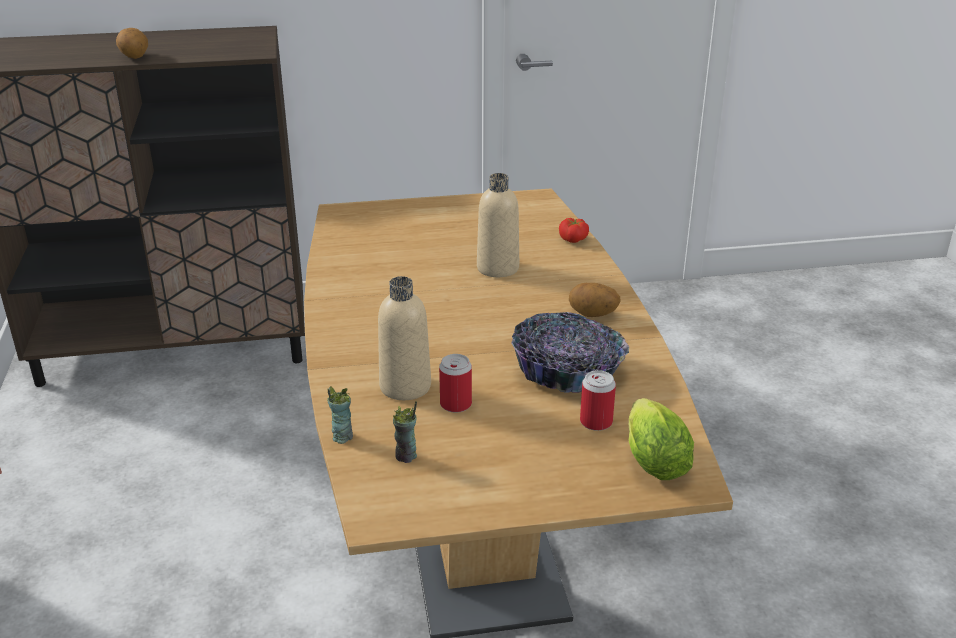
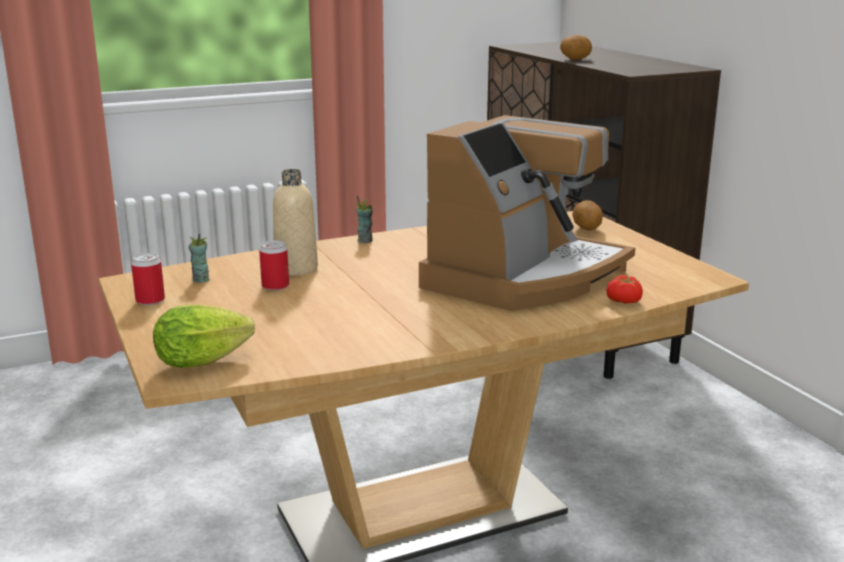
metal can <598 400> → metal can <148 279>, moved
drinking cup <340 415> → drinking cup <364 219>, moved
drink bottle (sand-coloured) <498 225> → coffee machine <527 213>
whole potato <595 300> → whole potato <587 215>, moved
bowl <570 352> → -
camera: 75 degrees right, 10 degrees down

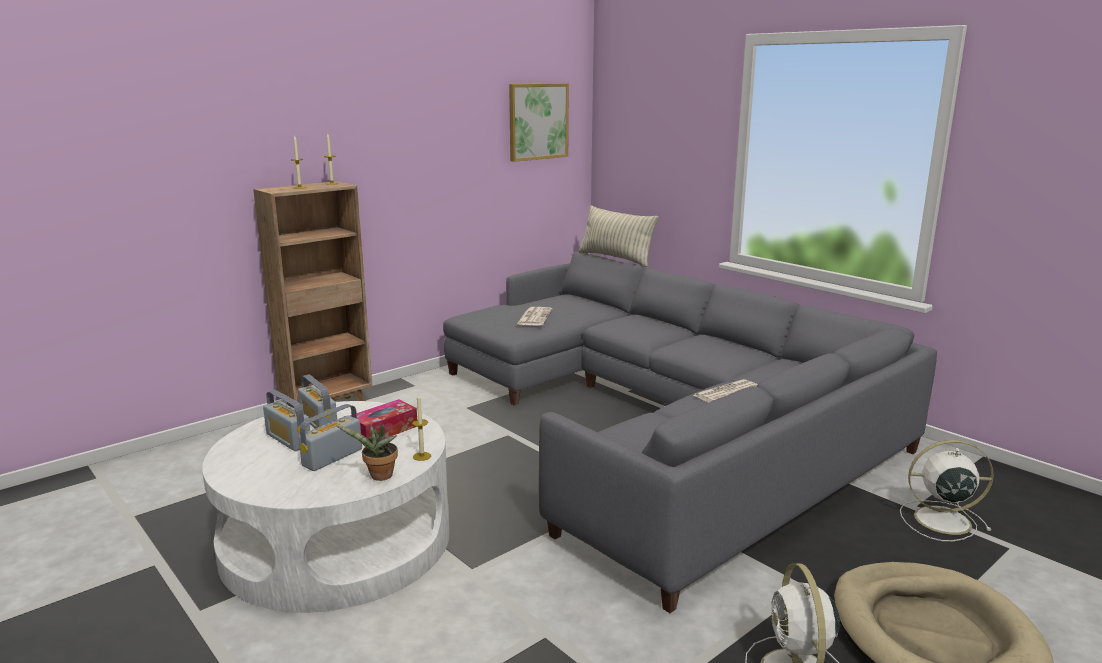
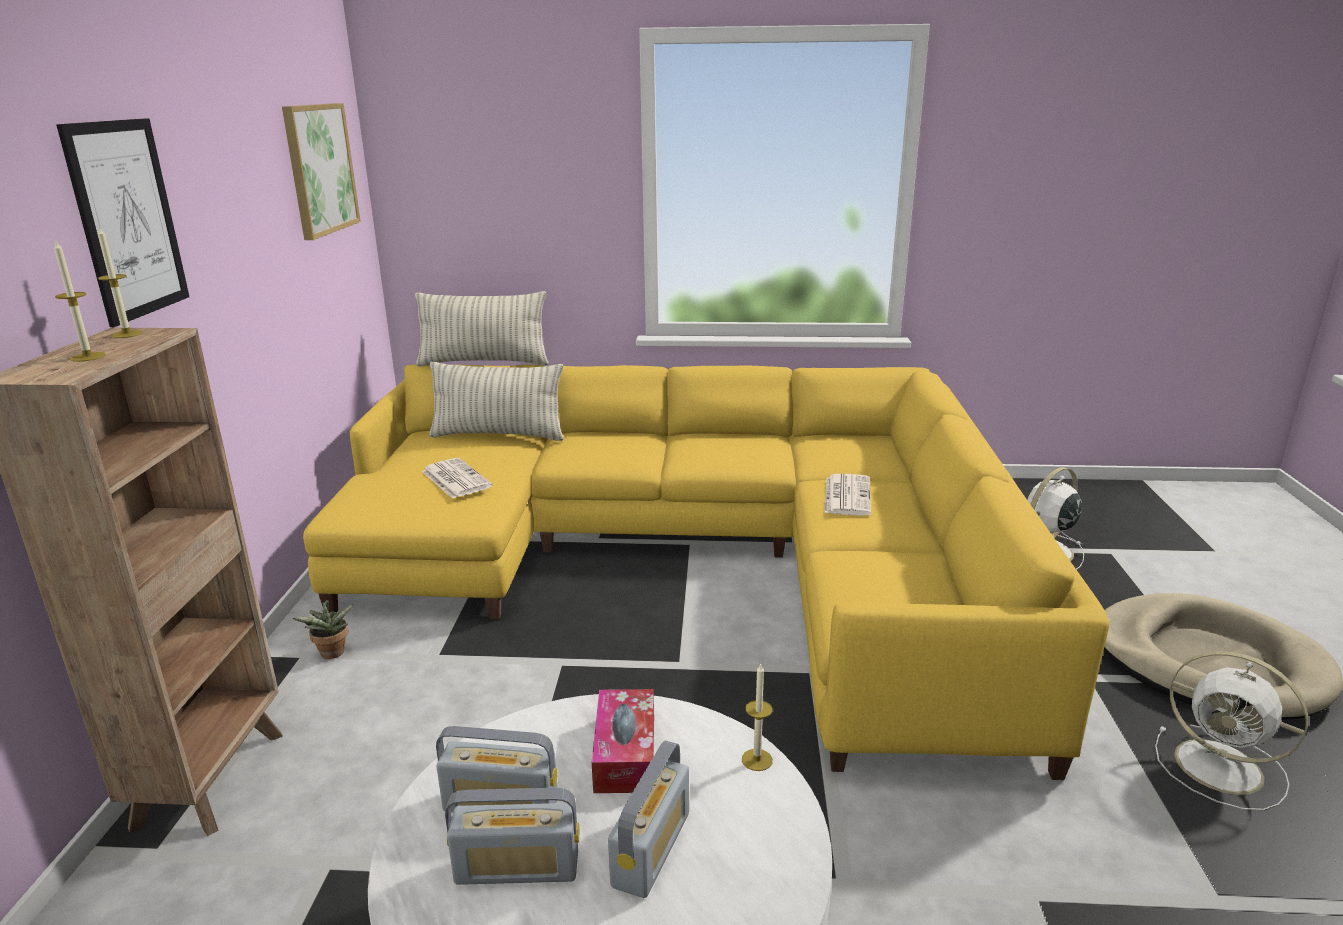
- → wall picture <122 222>
houseplant <367 451> → houseplant <322 629>, moved
settee (grey) <690 432> → settee (yellowish) <706 572>
- → cushion <496 401>
radio receiver <330 437> → radio receiver <648 819>, 150 degrees counterclockwise
camera: 45 degrees left, 5 degrees up

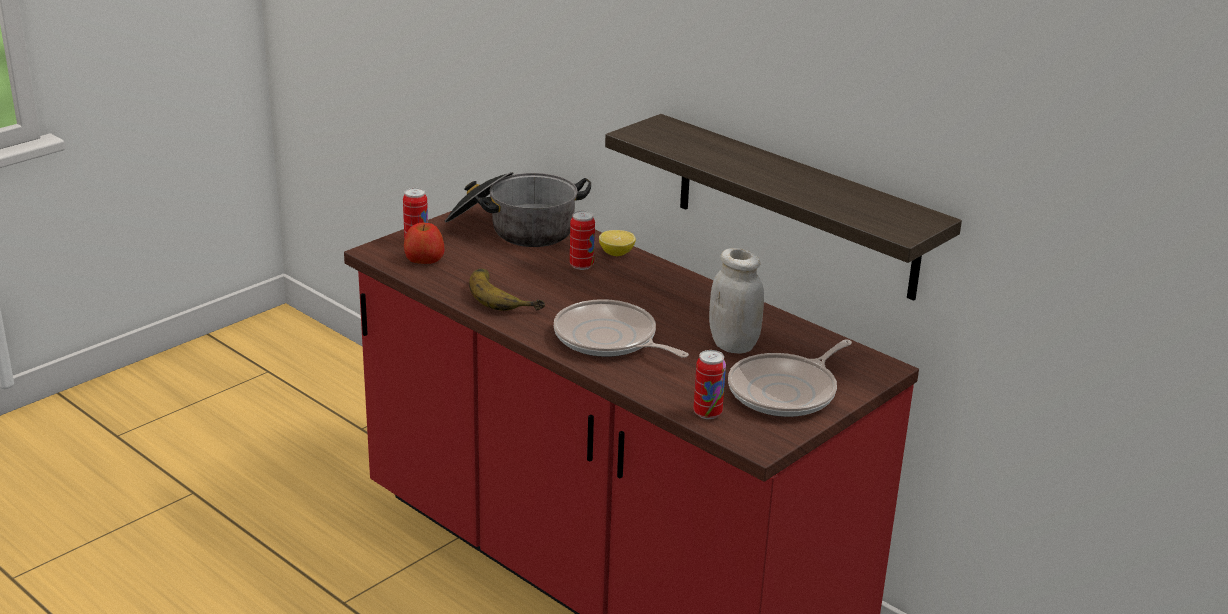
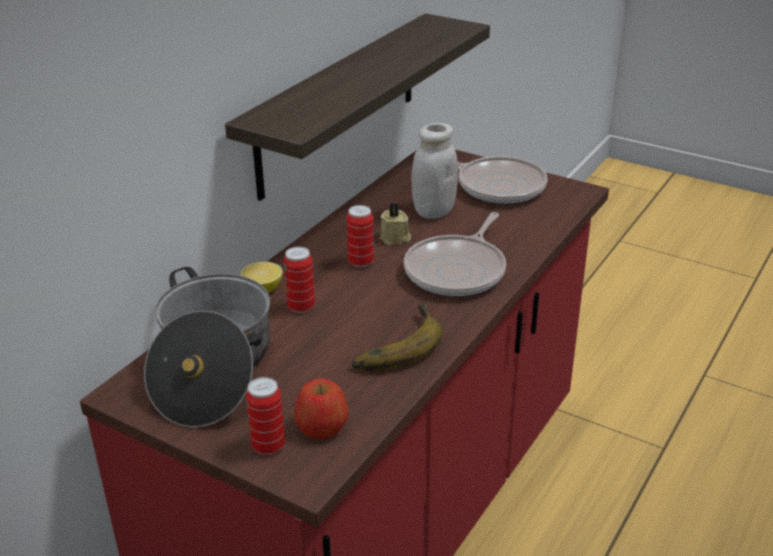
metal can <710 384> → metal can <360 236>, moved
- → wax candle (sand-coloured) <395 224>
camera: 100 degrees left, 5 degrees up

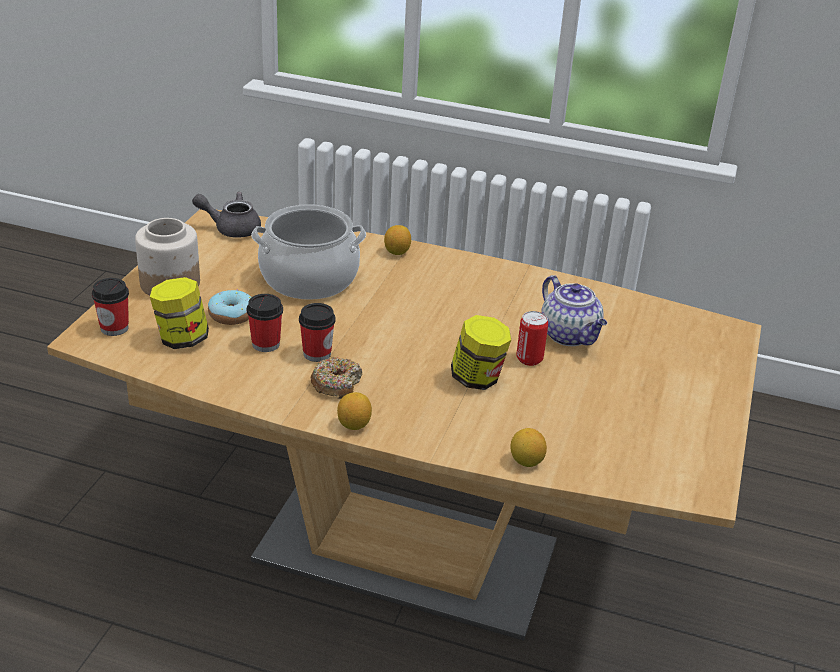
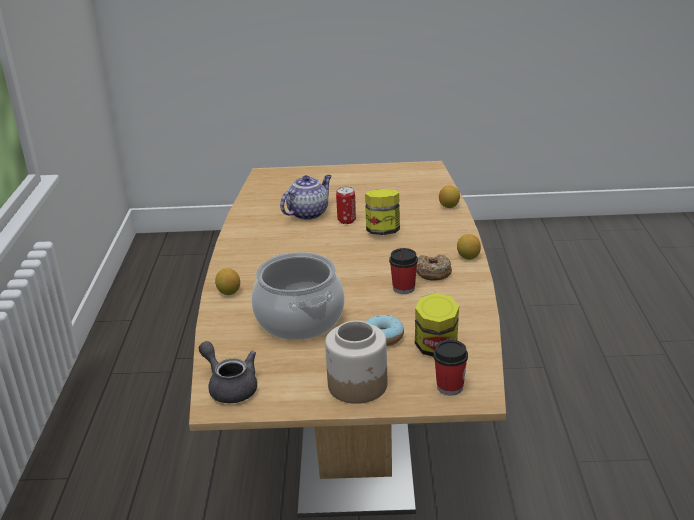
tea pot (grey) <226 215> → tea pot (grey) <228 372>, 150 degrees clockwise
drinking cup <265 323> → -
camera: 105 degrees left, 5 degrees down

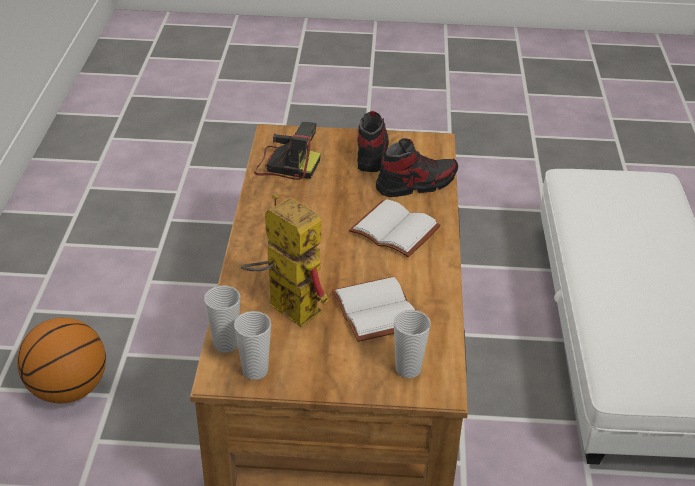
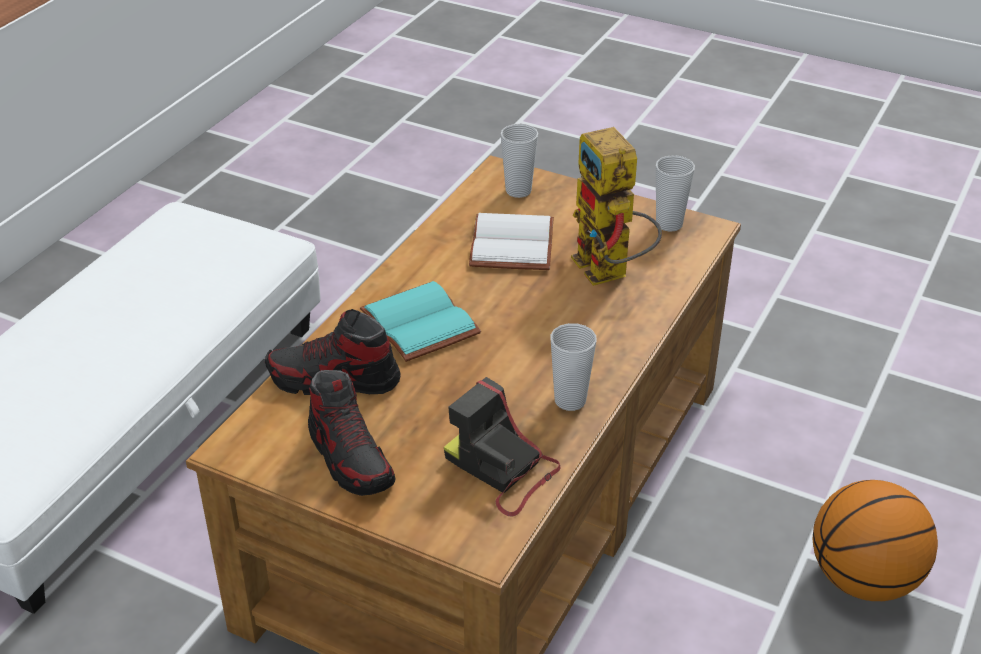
low shoe <373 141> → low shoe <351 433>, 60 degrees counterclockwise
volume (whitish) <395 228> → volume (turquoise) <420 321>
drinking cup <222 319> → drinking cup <574 367>, moved
camera: 155 degrees left, 0 degrees up

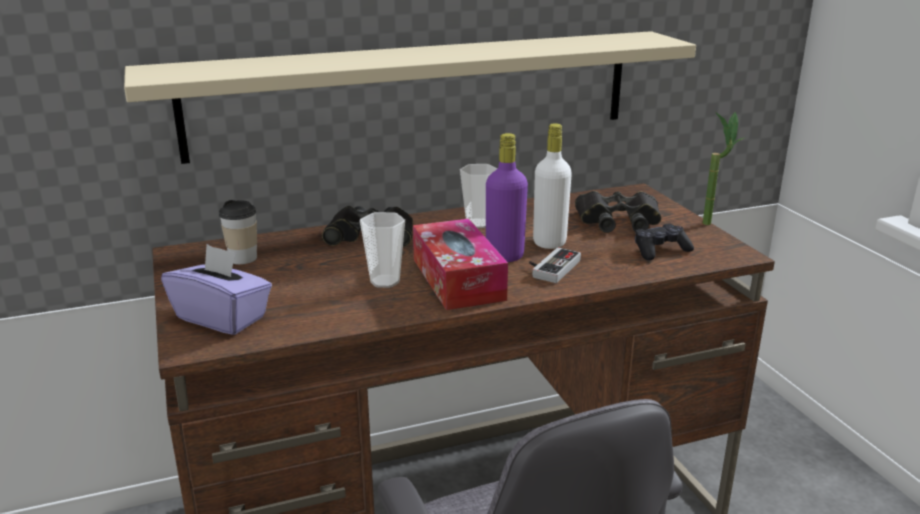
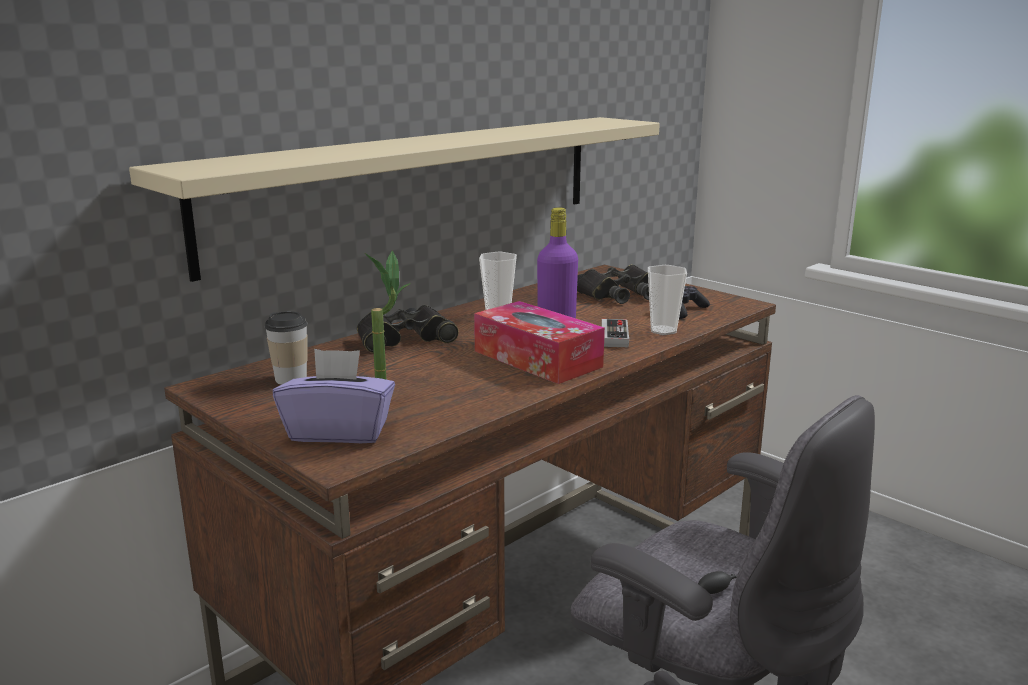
houseplant <724 168> → houseplant <388 315>, moved
drinking cup <382 250> → drinking cup <667 300>, moved
drink bottle (whitish) <552 186> → -
camera: 25 degrees left, 5 degrees down

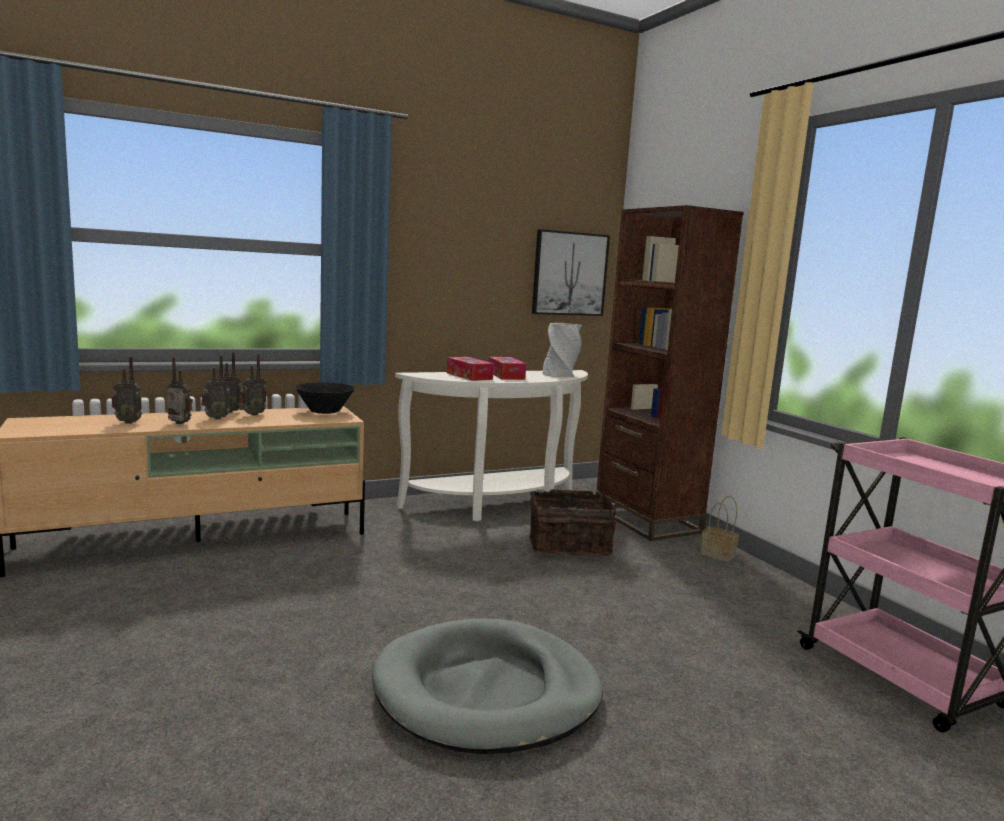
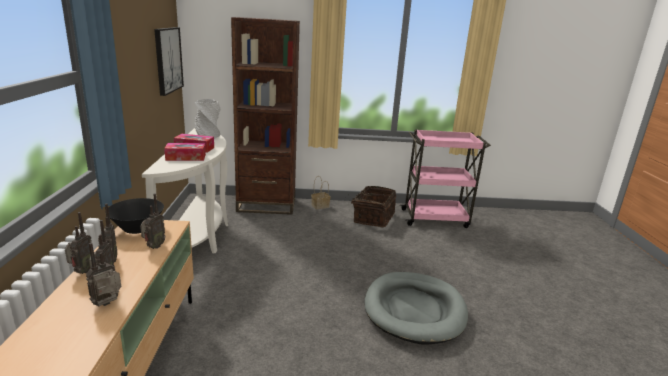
radio receiver <126 390> → radio receiver <153 221>, moved
basket <573 522> → basket <372 206>, moved
camera: 65 degrees left, 10 degrees up

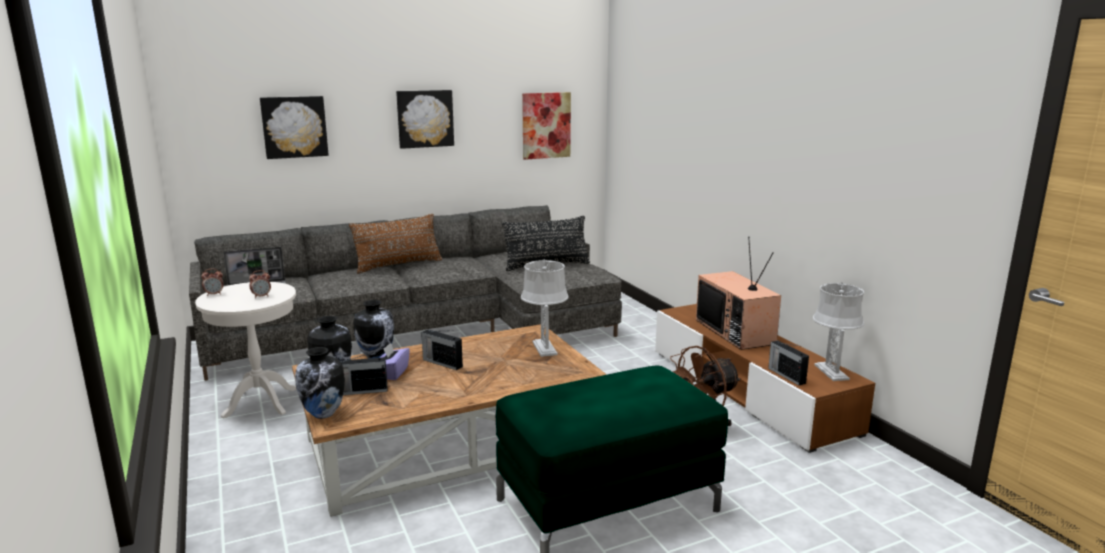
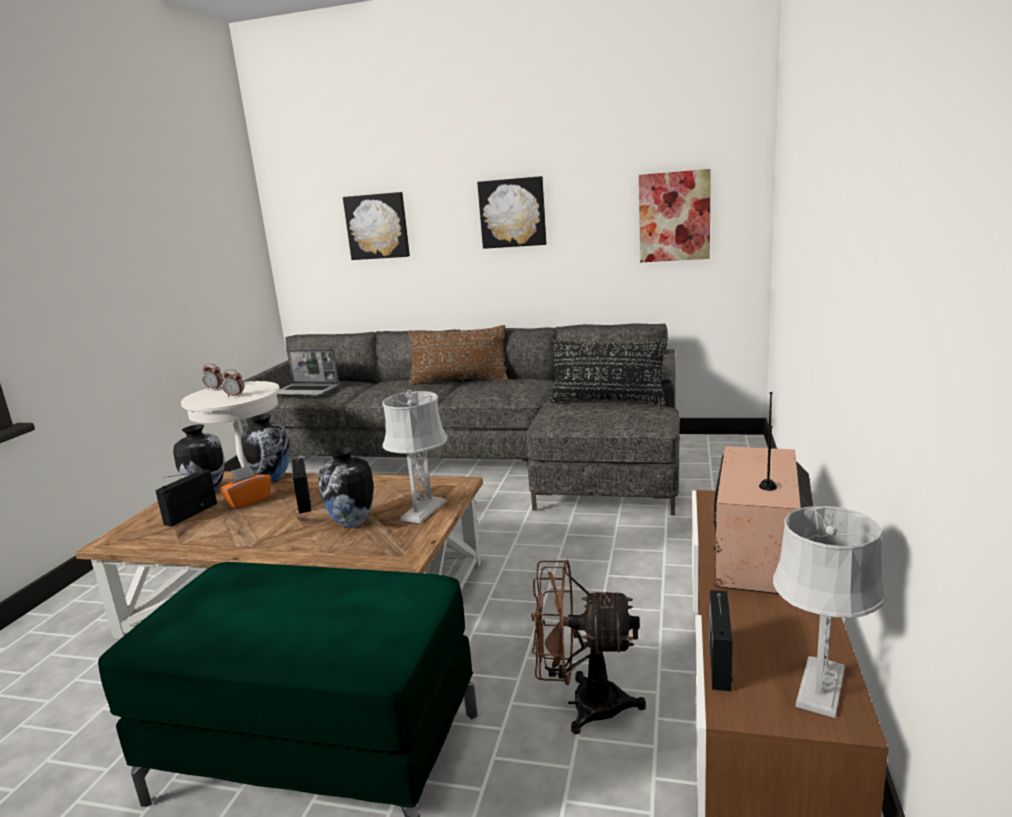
radio receiver <364 373> → radio receiver <186 498>, 90 degrees clockwise
tissue box (purplish) <394 361> → tissue box (orange) <245 487>
flower vase <320 383> → flower vase <346 487>, moved
camera: 40 degrees right, 0 degrees up

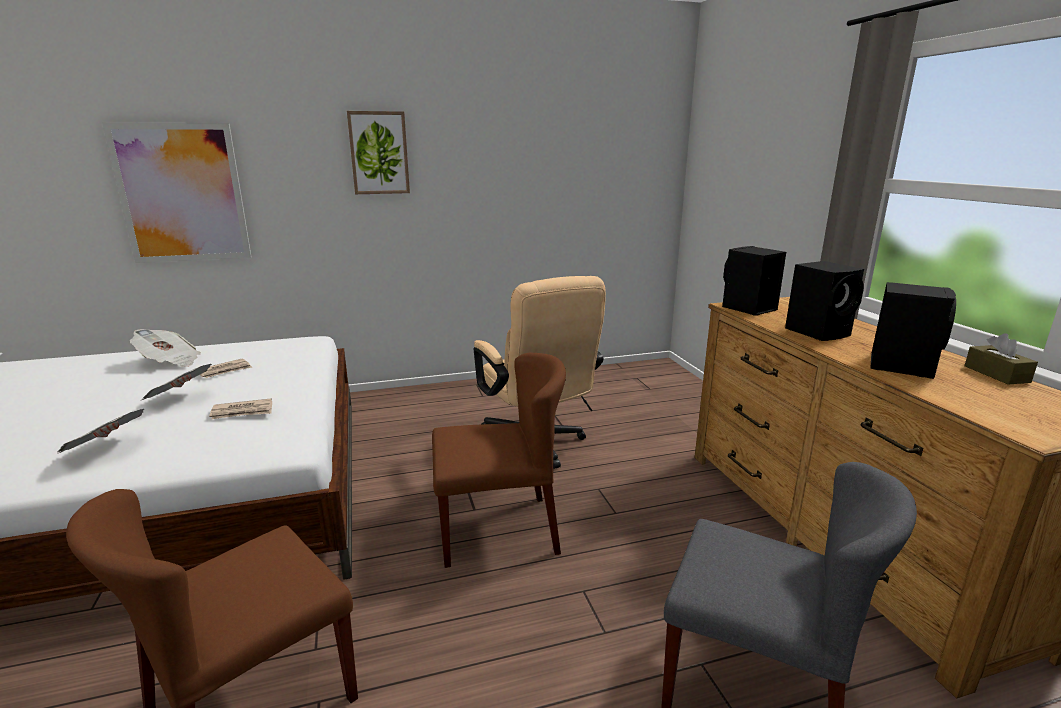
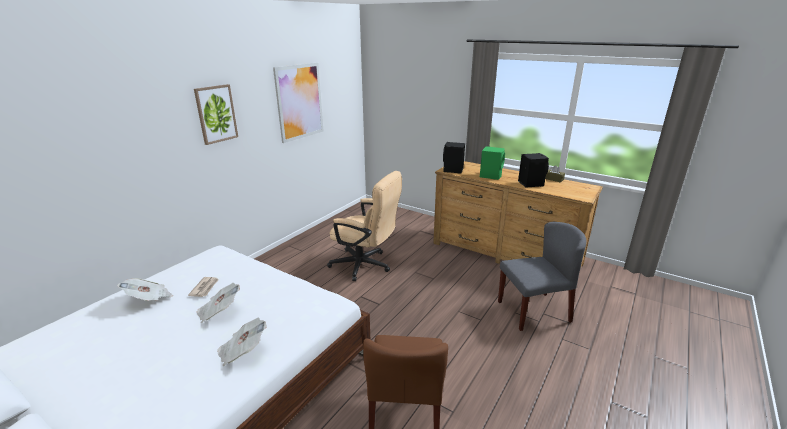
wall picture <177 192> → wall picture <298 103>, moved
loudspeaker (blackish) <824 301> → loudspeaker (green) <492 163>
daily paper <240 408> → -
chair (brown) <499 460> → -
camera: 40 degrees left, 5 degrees up

